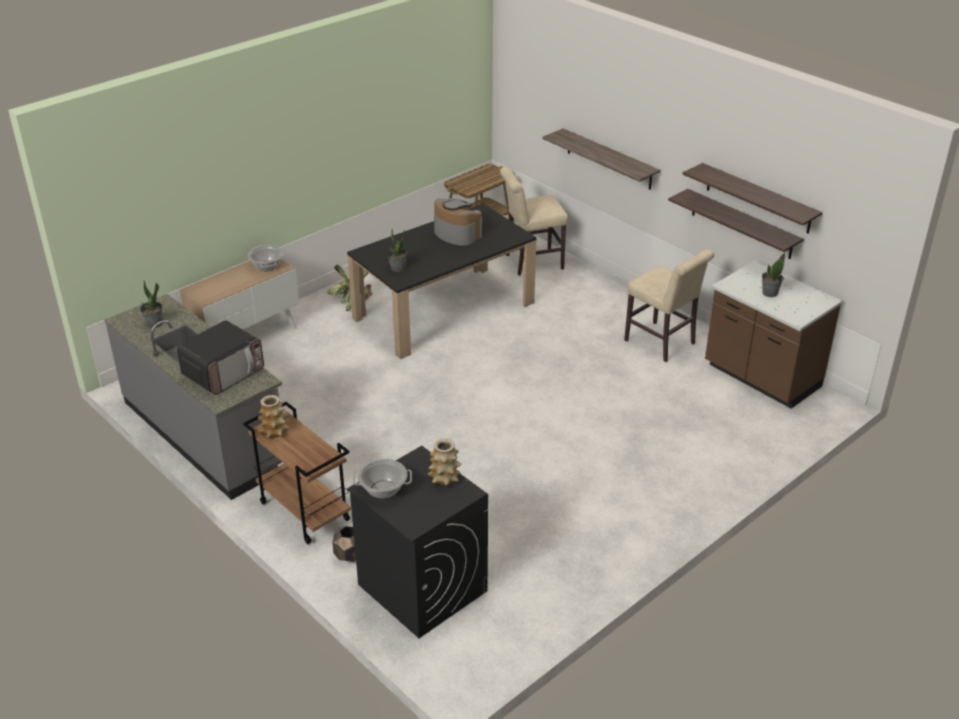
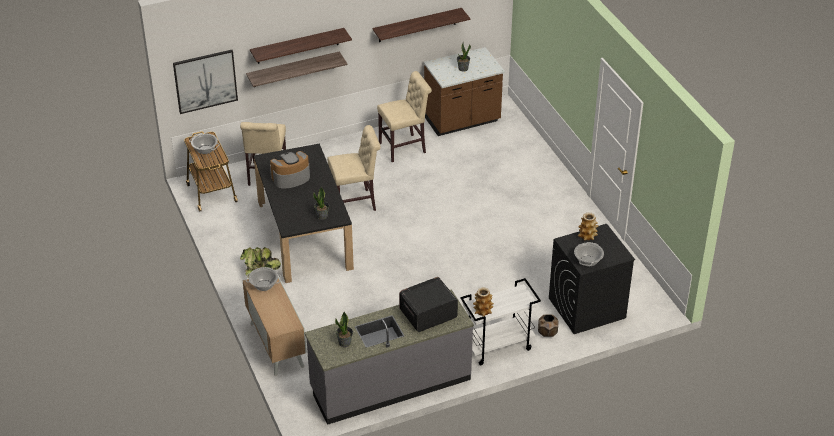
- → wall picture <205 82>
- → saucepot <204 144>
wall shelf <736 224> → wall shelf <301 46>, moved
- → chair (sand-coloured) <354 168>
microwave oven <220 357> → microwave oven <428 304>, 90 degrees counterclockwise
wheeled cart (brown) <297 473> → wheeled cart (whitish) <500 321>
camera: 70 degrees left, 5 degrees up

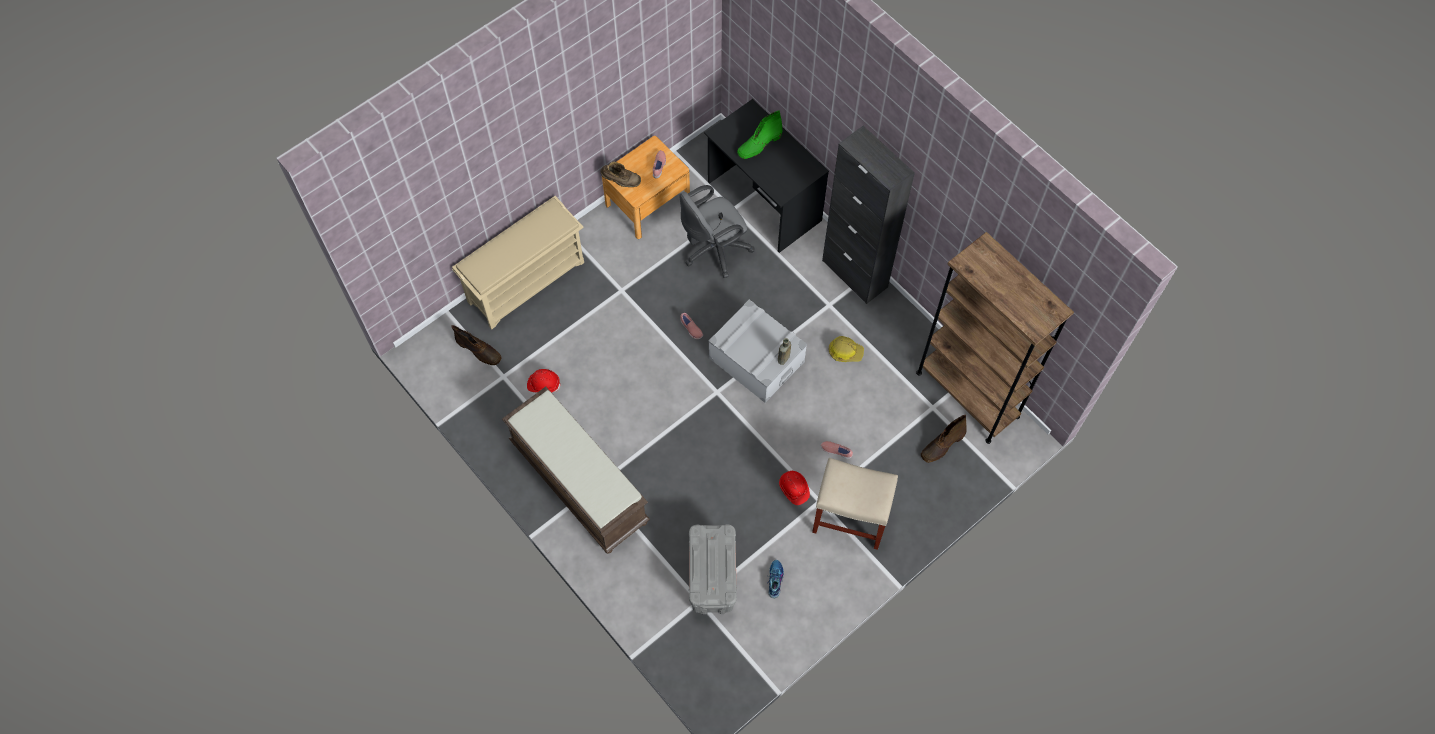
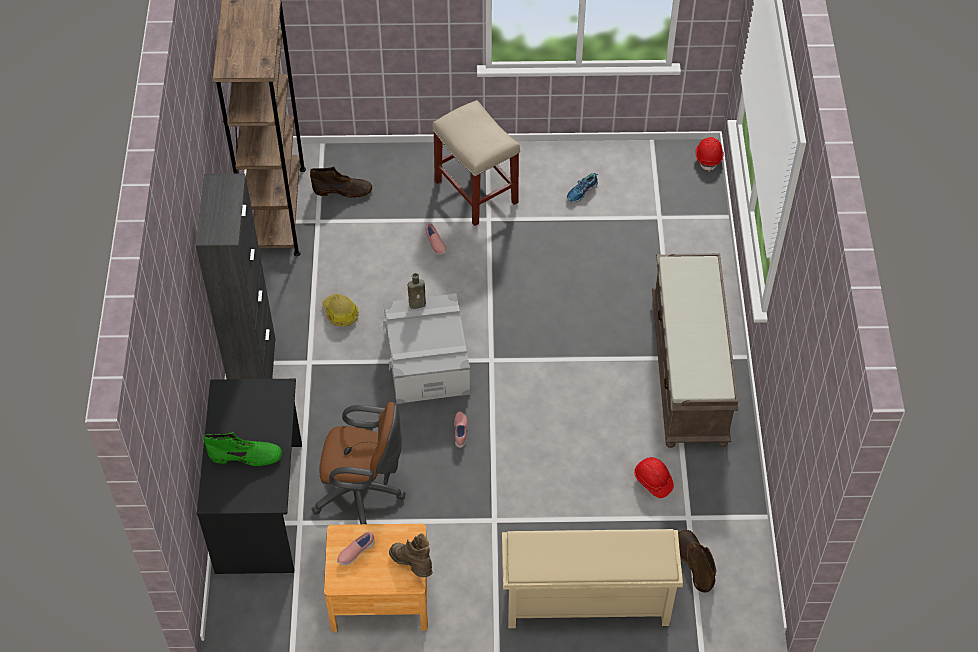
office chair (grey) <716 231> → office chair (brown) <359 463>
work helmet (red) <794 488> → work helmet (red) <710 154>, moved
storage container (grey) <713 569> → -
camera: 140 degrees left, 10 degrees down

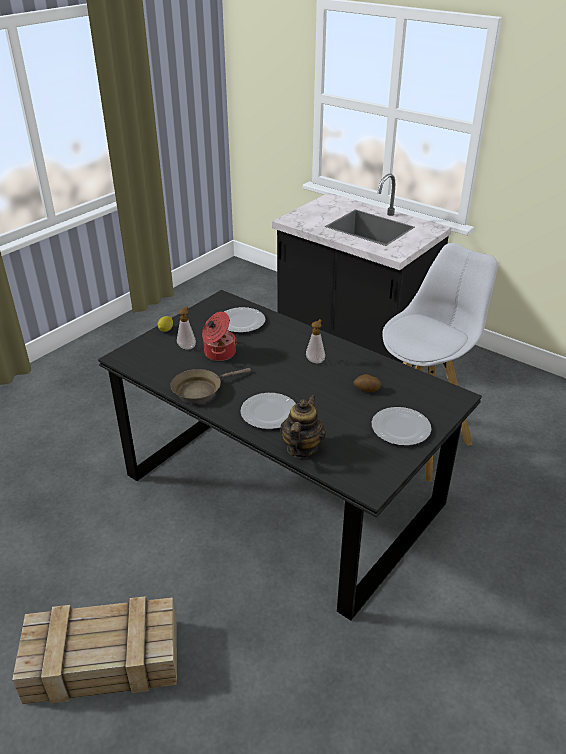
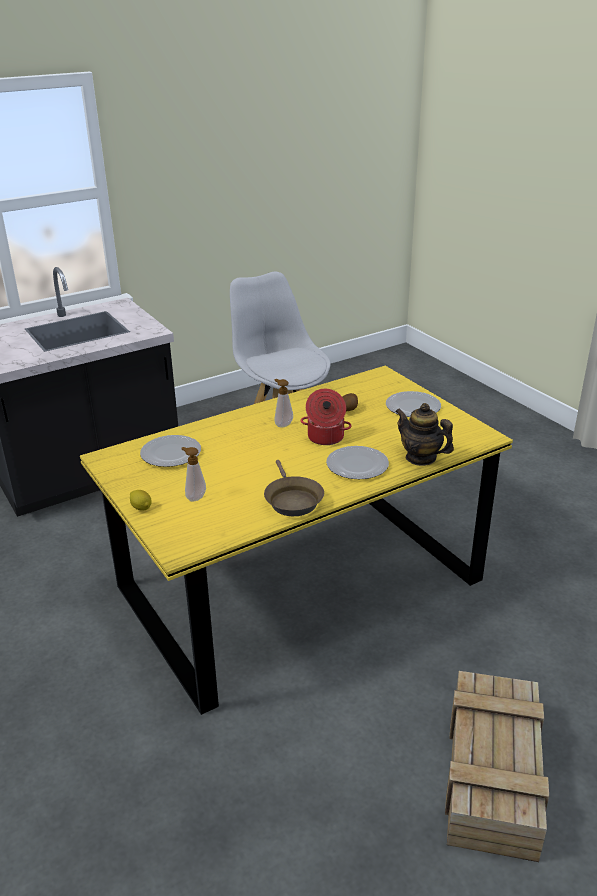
kitchen table (blackish) <290 455> → kitchen table (yellowish) <296 540>
saucepot <219 336> → saucepot <326 417>, moved
camera: 70 degrees left, 5 degrees down

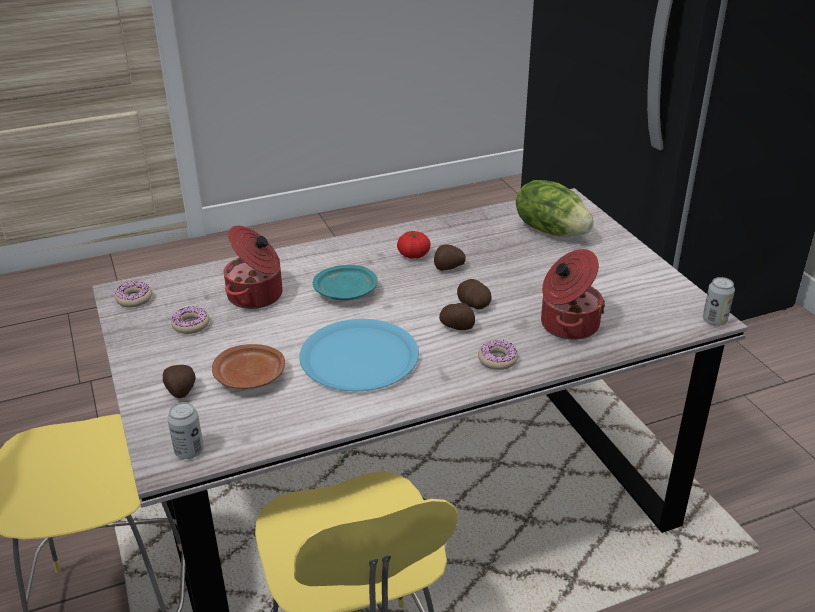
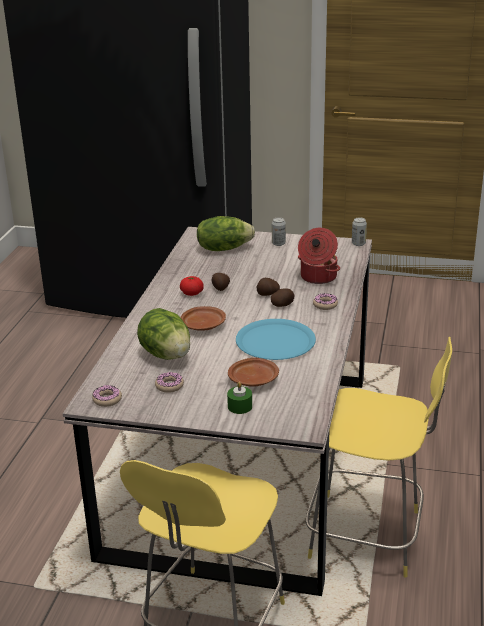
saucepot <253 267> → head of lettuce <163 334>
plate (turquoise) <345 282> → plate (brown) <203 318>
whole potato <179 381> → wax candle (green) <239 398>
metal can <185 430> → metal can <279 231>, moved
camera: 55 degrees left, 5 degrees down

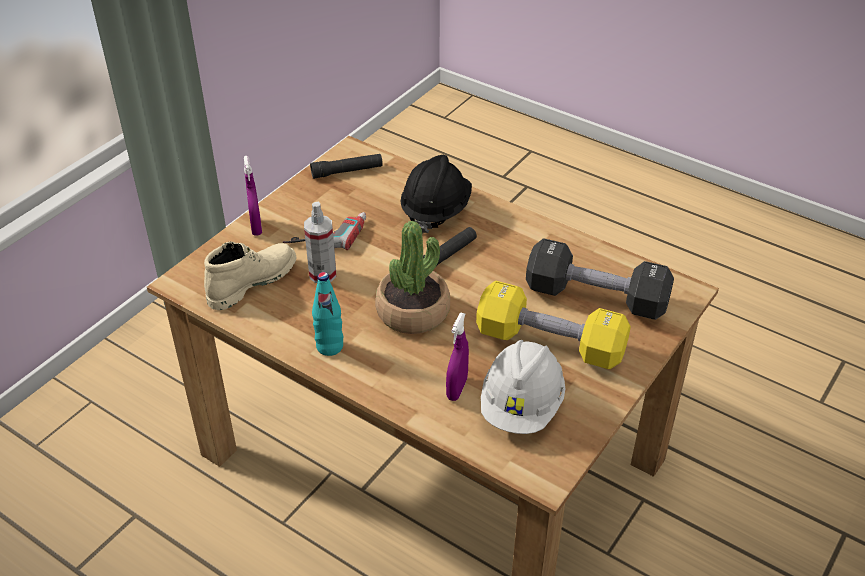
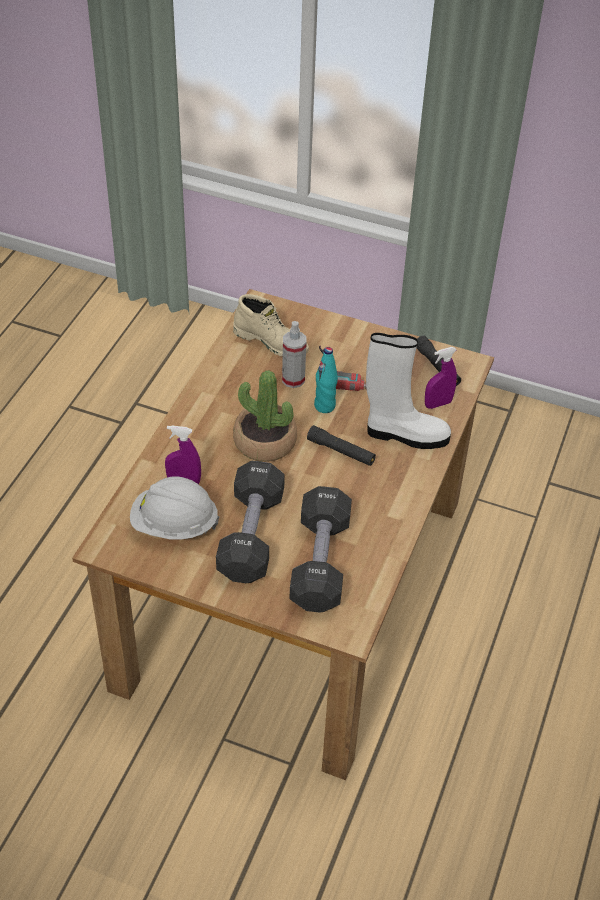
free weight (yellowish) <553 325> → free weight (blackish) <250 522>
drink bottle (turquoise) <327 314> → drink bottle (turquoise) <326 380>, moved
work helmet (blackish) <436 194> → high-top boot (whitish) <408 391>
spray bottle (purplish) <253 196> → spray bottle (purplish) <441 378>, moved
camera: 75 degrees right, 5 degrees up

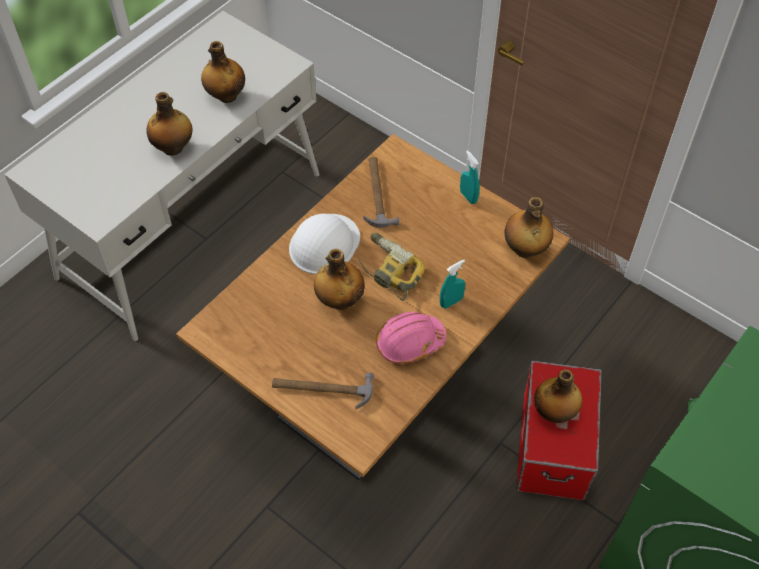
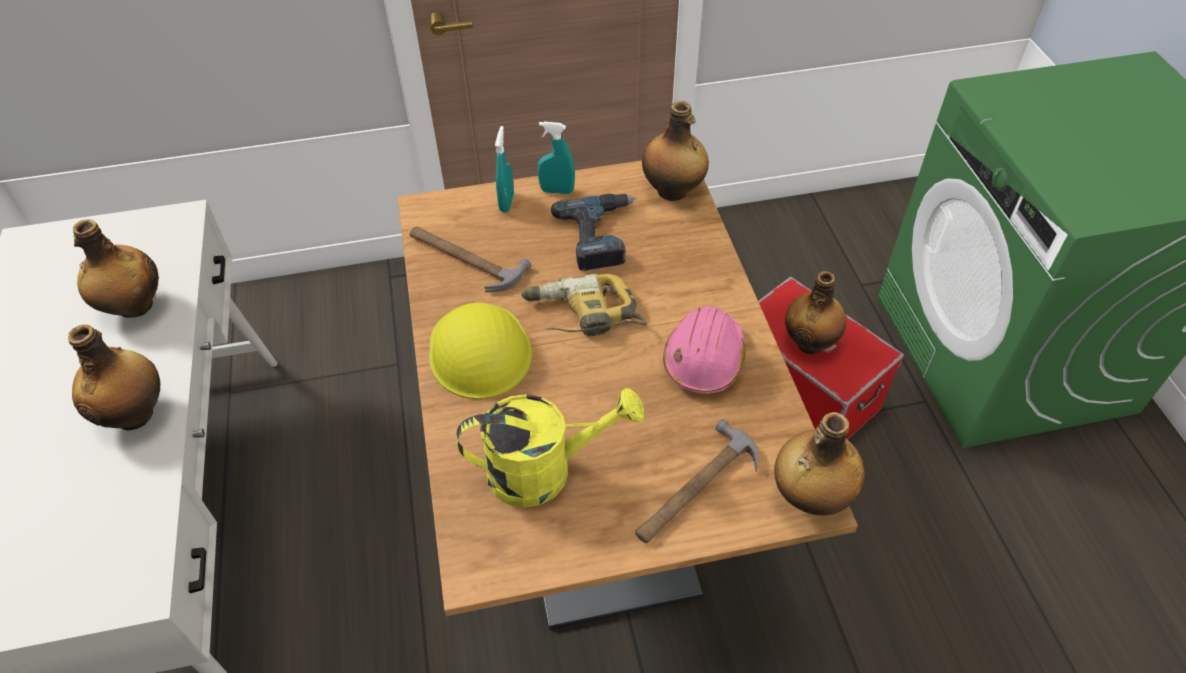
work helmet (whitish) <324 244> → work helmet (yellowish) <480 351>
- → watering pot (yellowish) <550 448>
spray bottle (turquoise) <452 284> → spray bottle (turquoise) <504 169>, moved
- → electric drill <593 232>
drink bottle <339 279> → drink bottle <819 463>, moved
camera: 50 degrees left, 5 degrees down

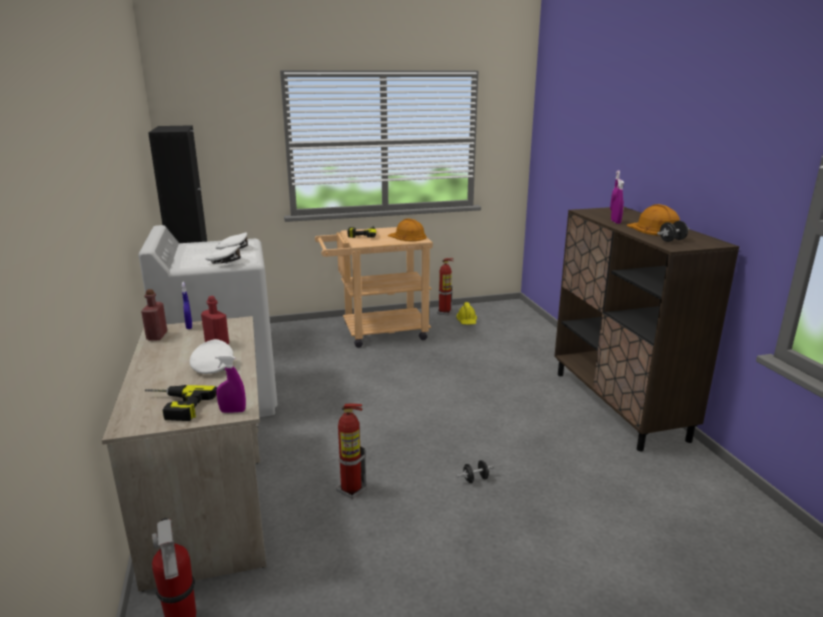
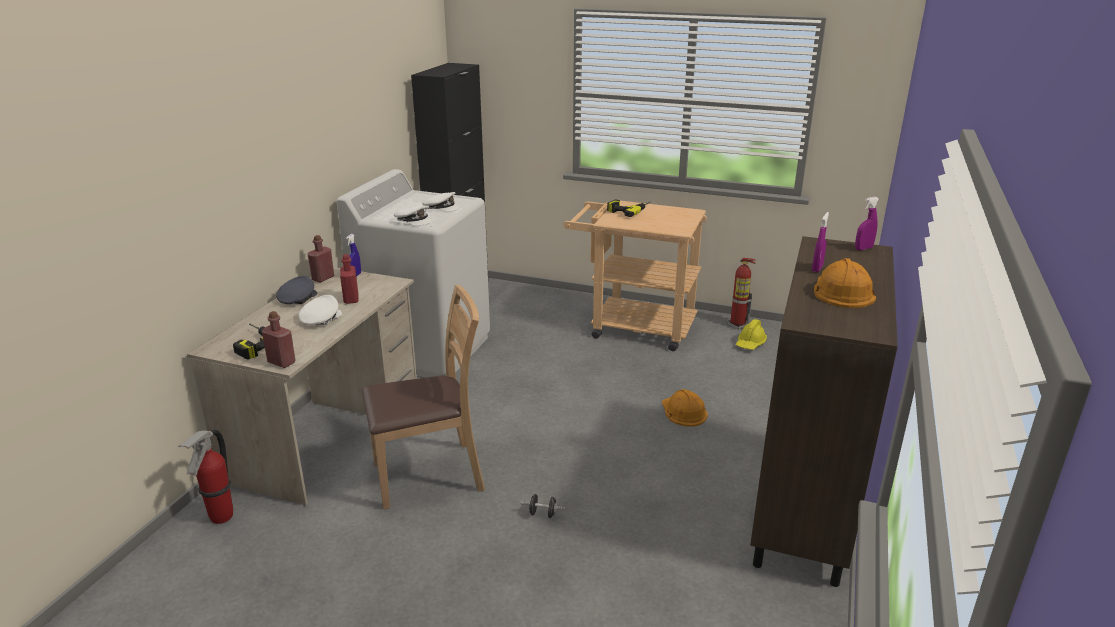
spray bottle (purplish) <230 384> → drink bottle (red) <279 339>
- → peaked cap (grey) <296 290>
extinguisher <351 451> → chair (brown) <423 397>
work helmet (orange) <407 230> → work helmet (orange) <685 408>, moved
free weight (blackish) <673 231> → -
camera: 35 degrees right, 5 degrees up

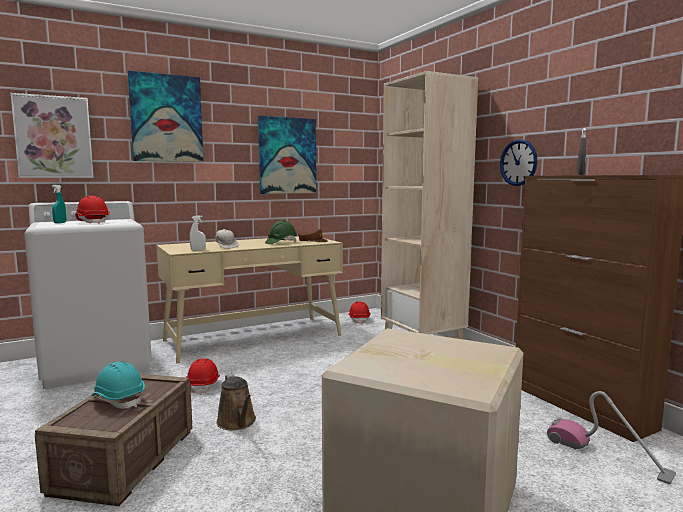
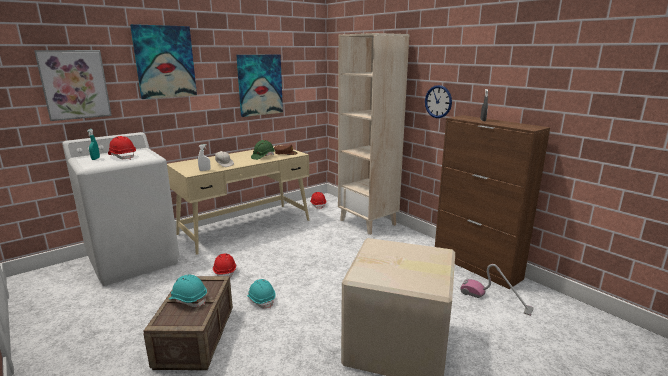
watering pot (brown) <236 402> → work helmet (turquoise) <261 294>
camera: 10 degrees left, 10 degrees up

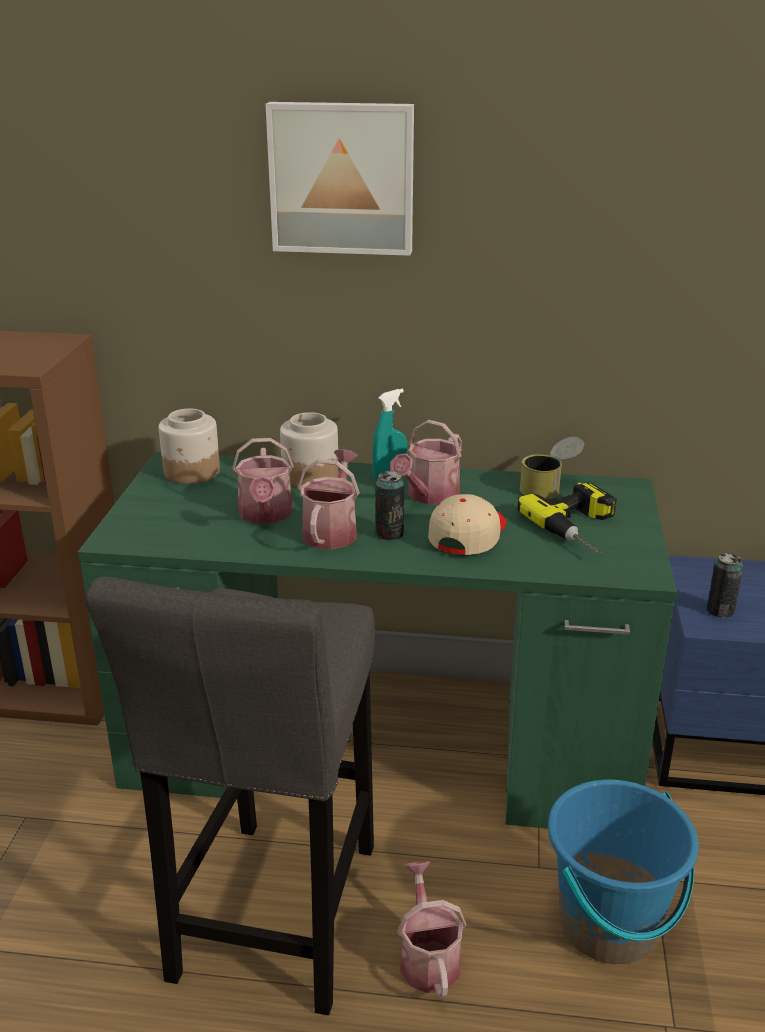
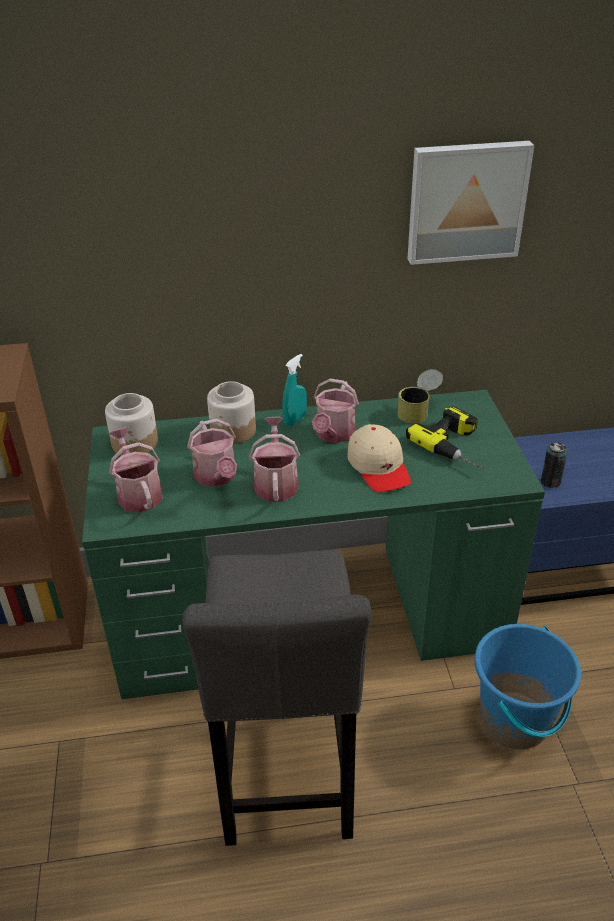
watering pot <431 929> → watering pot <135 470>, moved
peaked cap (sand-coloured) <467 524> → peaked cap (sand-coloured) <379 458>, 150 degrees clockwise
wall picture <339 179> → wall picture <470 203>, moved
metal can <389 505> → -
camera: 15 degrees left, 10 degrees up

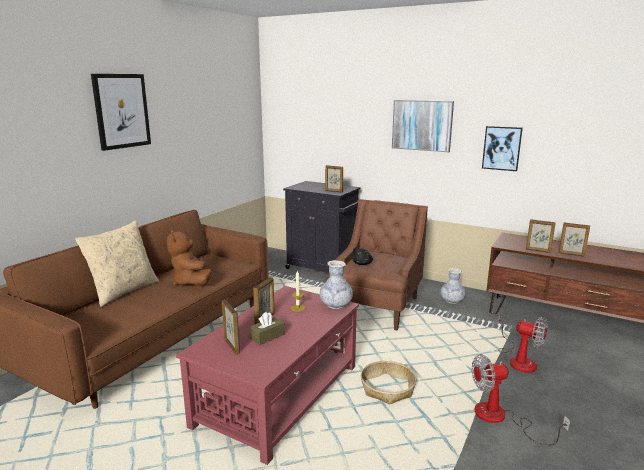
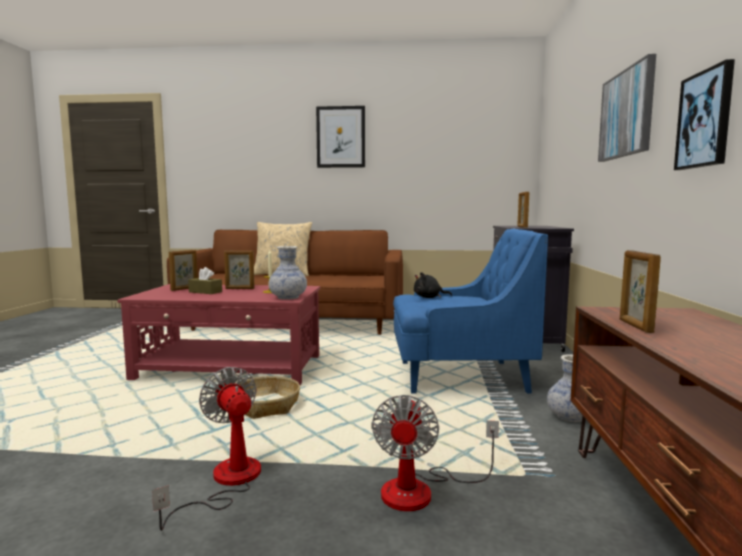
armchair (brown) <378 264> → armchair (blue) <470 311>
soft toy (brown) <189 257> → -
standing frame <574 239> → -
camera: 65 degrees right, 10 degrees down

